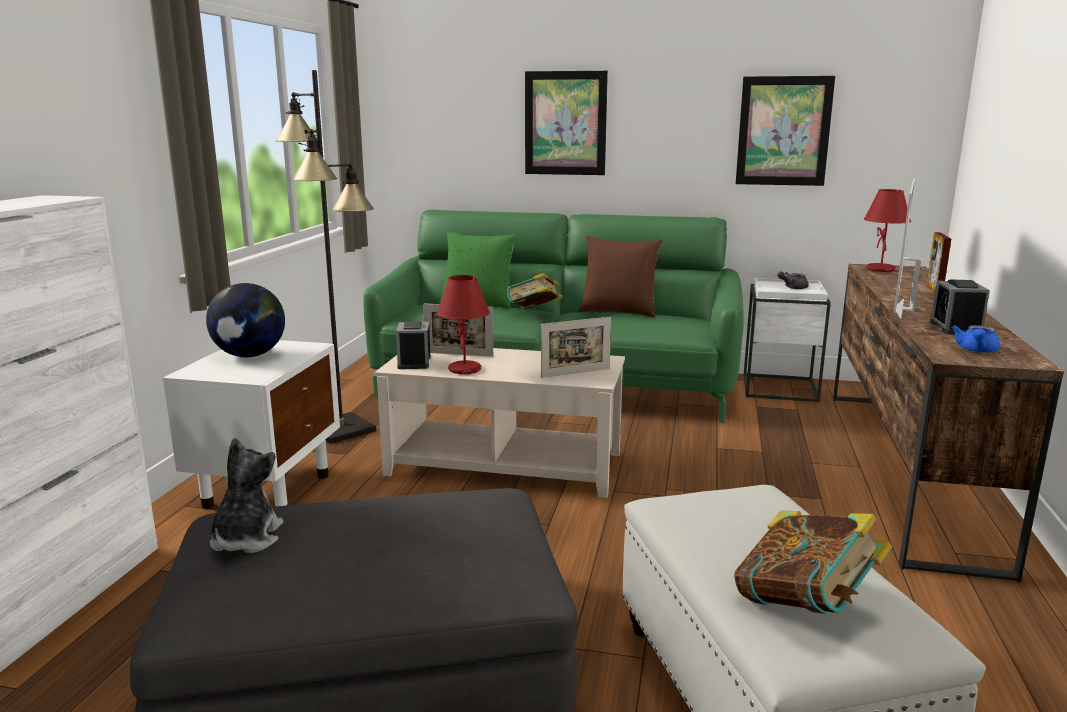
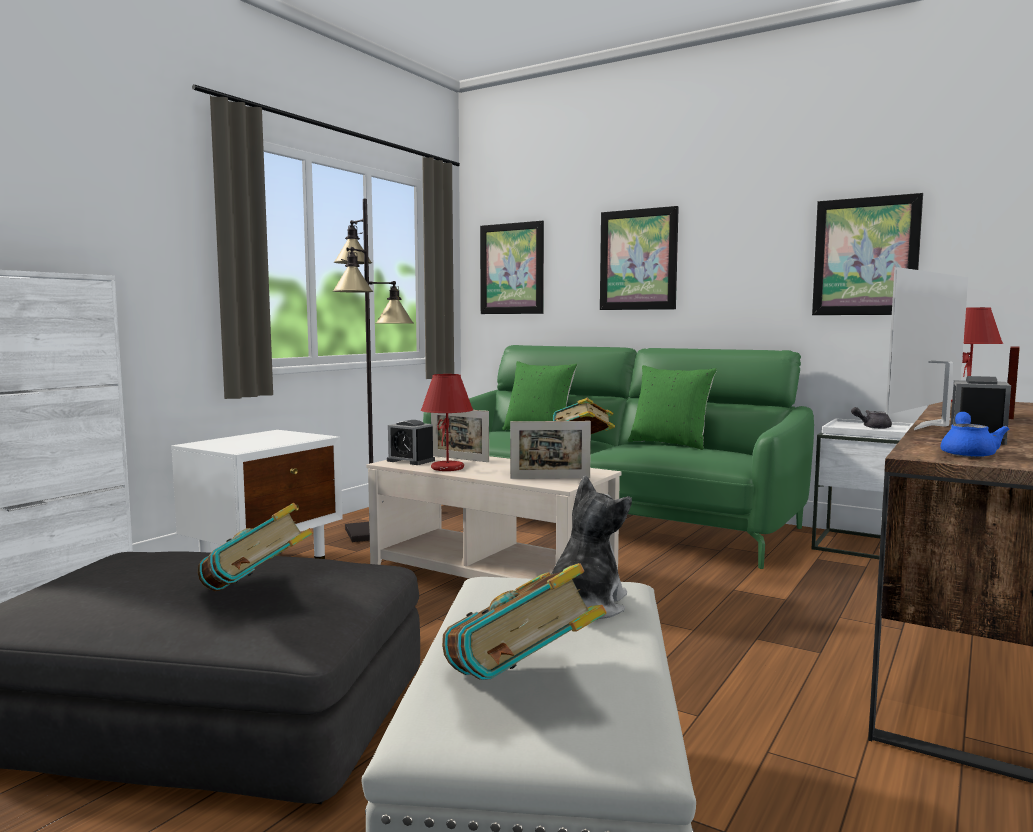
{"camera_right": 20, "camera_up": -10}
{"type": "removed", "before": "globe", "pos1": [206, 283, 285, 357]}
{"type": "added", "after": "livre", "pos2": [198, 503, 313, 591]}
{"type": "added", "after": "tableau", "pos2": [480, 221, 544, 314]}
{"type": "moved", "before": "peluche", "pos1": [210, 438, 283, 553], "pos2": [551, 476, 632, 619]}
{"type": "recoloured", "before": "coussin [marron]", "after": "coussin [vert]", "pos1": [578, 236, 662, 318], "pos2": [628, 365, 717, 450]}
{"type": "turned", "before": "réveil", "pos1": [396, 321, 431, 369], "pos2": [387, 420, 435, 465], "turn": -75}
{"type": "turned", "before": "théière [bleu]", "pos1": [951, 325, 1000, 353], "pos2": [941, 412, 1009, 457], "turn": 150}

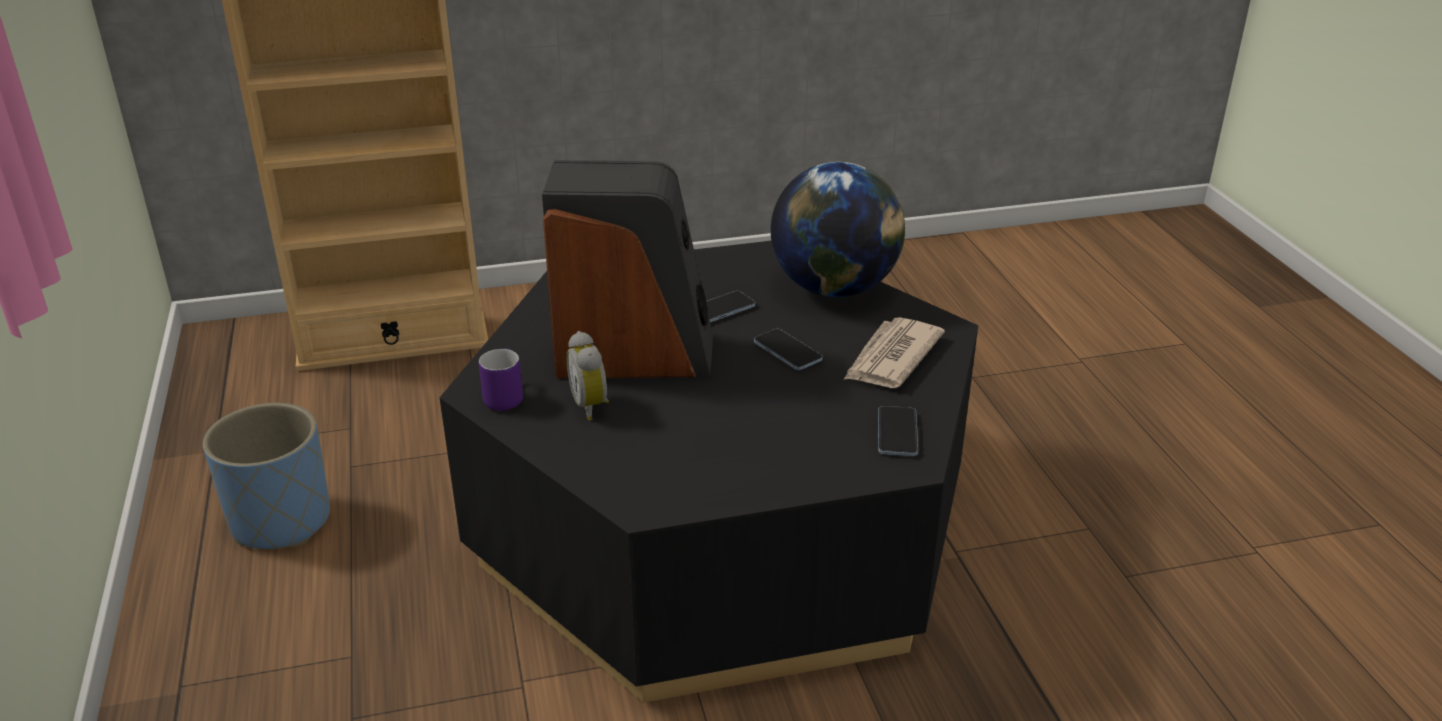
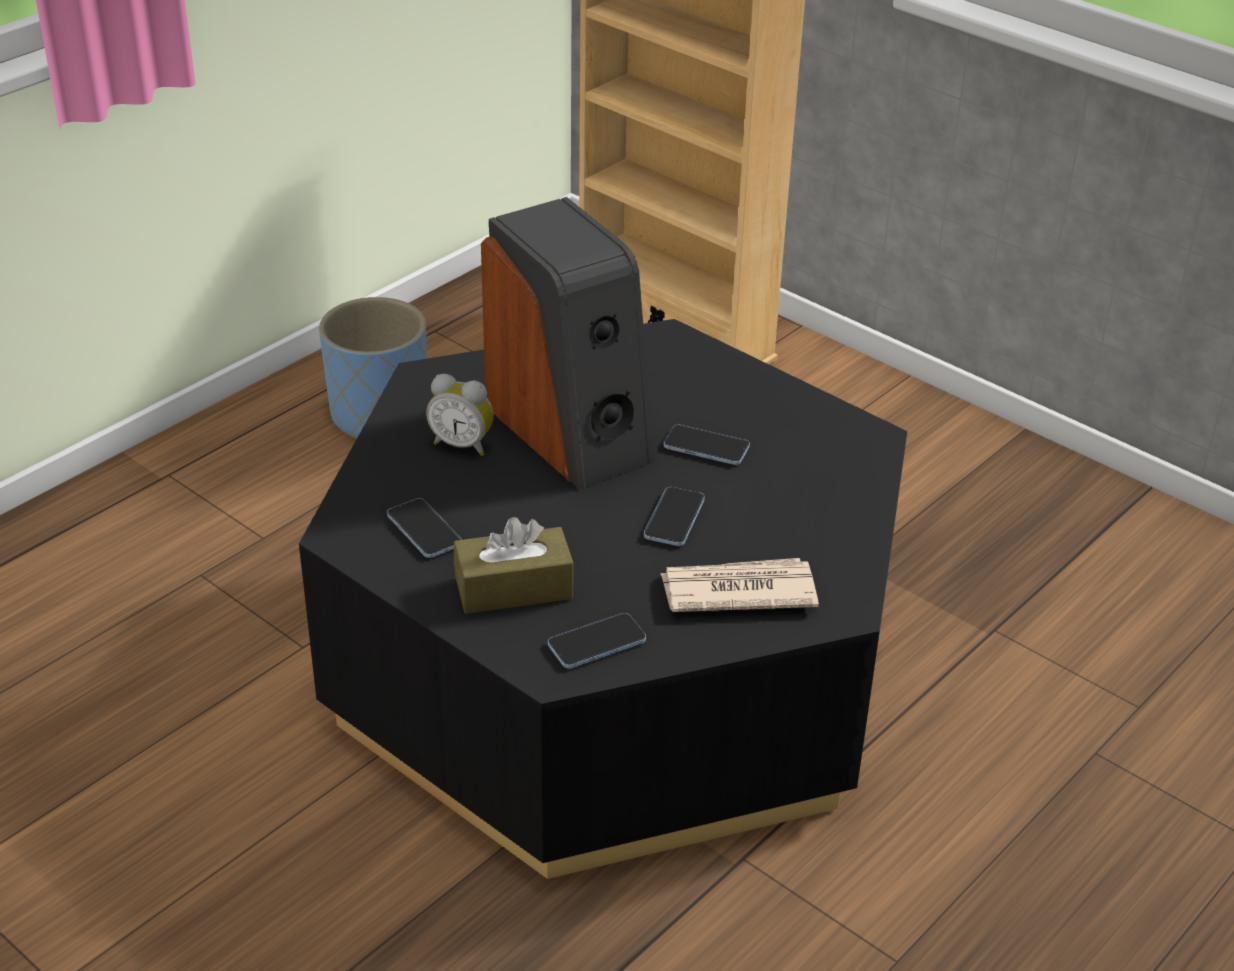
{"camera_right": 55, "camera_up": 5}
{"type": "removed", "before": "mug [violet]", "pos1": [479, 349, 523, 411]}
{"type": "removed", "before": "globe", "pos1": [771, 162, 905, 297]}
{"type": "added", "after": "téléphone", "pos2": [387, 498, 462, 558]}
{"type": "added", "after": "boîte à mouchoirs [marron]", "pos2": [454, 517, 574, 614]}
{"type": "turned", "before": "réveil", "pos1": [566, 331, 609, 420], "pos2": [426, 374, 494, 456], "turn": -105}

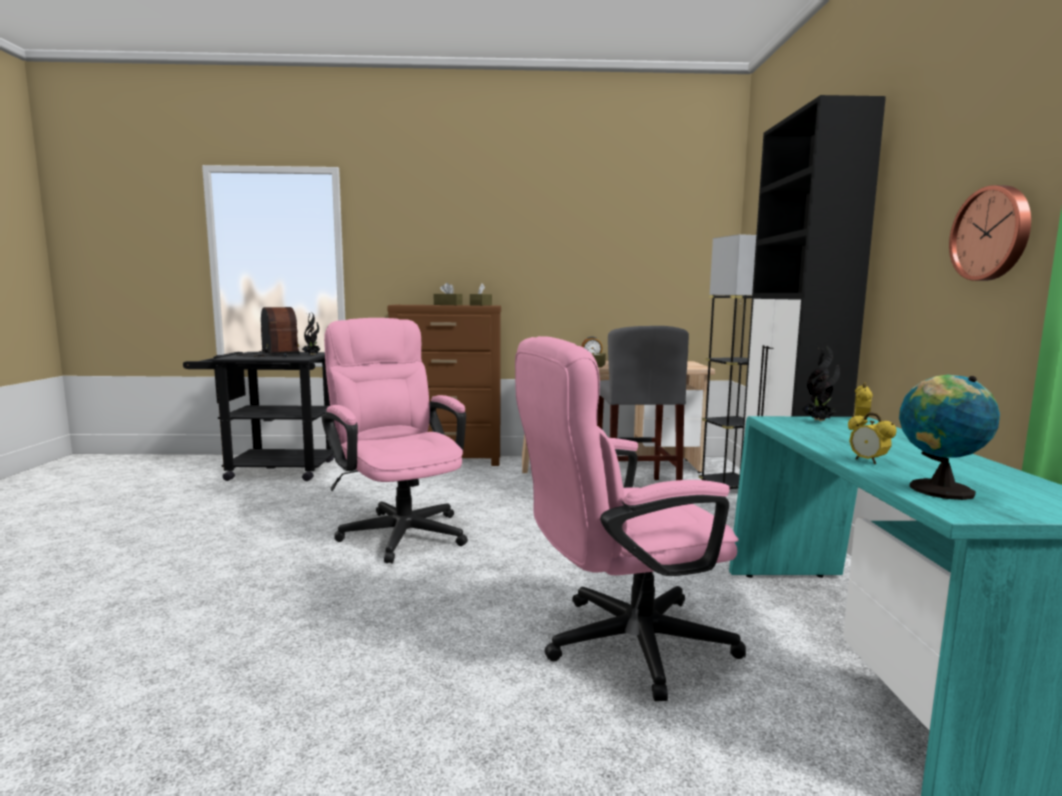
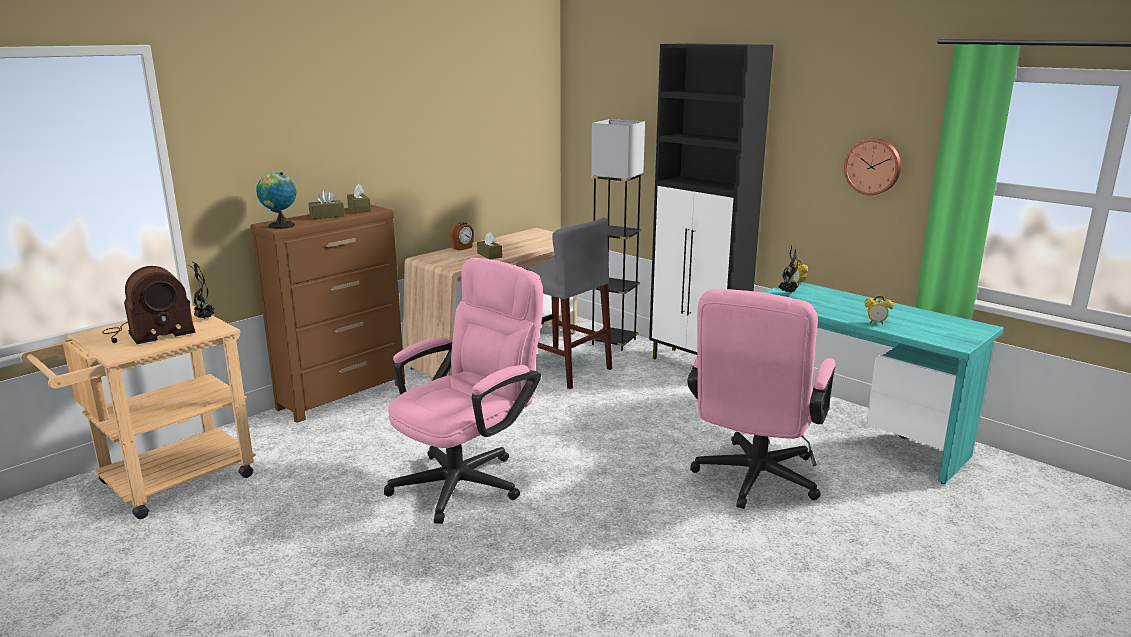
{"camera_right": -45, "camera_up": 10}
{"type": "moved", "before": "globe", "pos1": [899, 375, 1000, 500], "pos2": [256, 172, 296, 229]}
{"type": "recoloured", "before": "chariot [noir]", "after": "chariot [beige]", "pos1": [183, 352, 334, 481], "pos2": [20, 306, 256, 519]}
{"type": "turned", "before": "radio", "pos1": [237, 307, 300, 357], "pos2": [102, 266, 196, 344], "turn": 135}
{"type": "turned", "before": "chaise de bureau [rose]", "pos1": [322, 318, 468, 564], "pos2": [384, 257, 543, 524], "turn": 120}

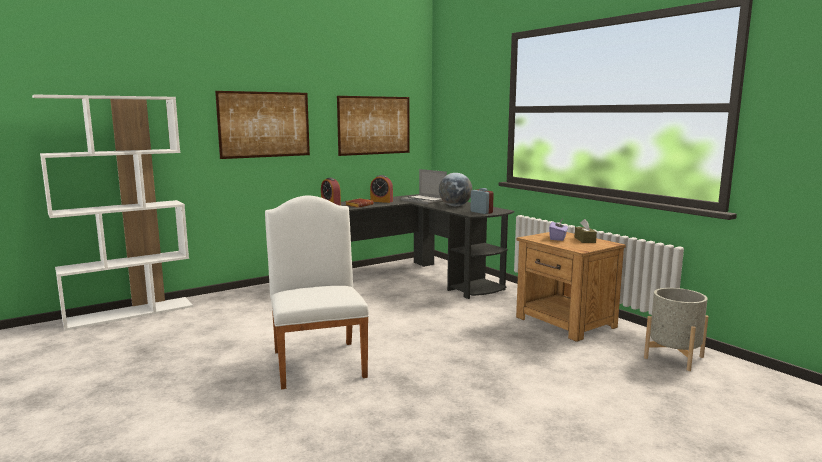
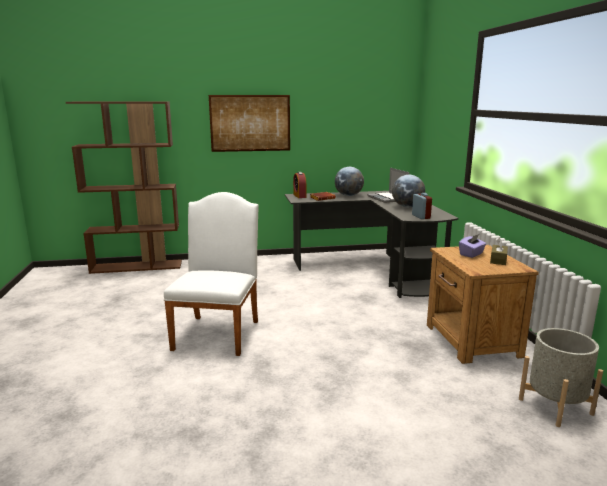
{"camera_right": 25, "camera_up": 5}
{"type": "removed", "before": "tableau", "pos1": [337, 96, 409, 156]}
{"type": "replaced", "before": "réveil", "after": "globe", "pos1": [370, 175, 393, 203], "pos2": [335, 167, 364, 196]}
{"type": "recoloured", "before": "bibliothèque [blanc]", "after": "bibliothèque [marron]", "pos1": [32, 94, 193, 331], "pos2": [66, 101, 182, 274]}

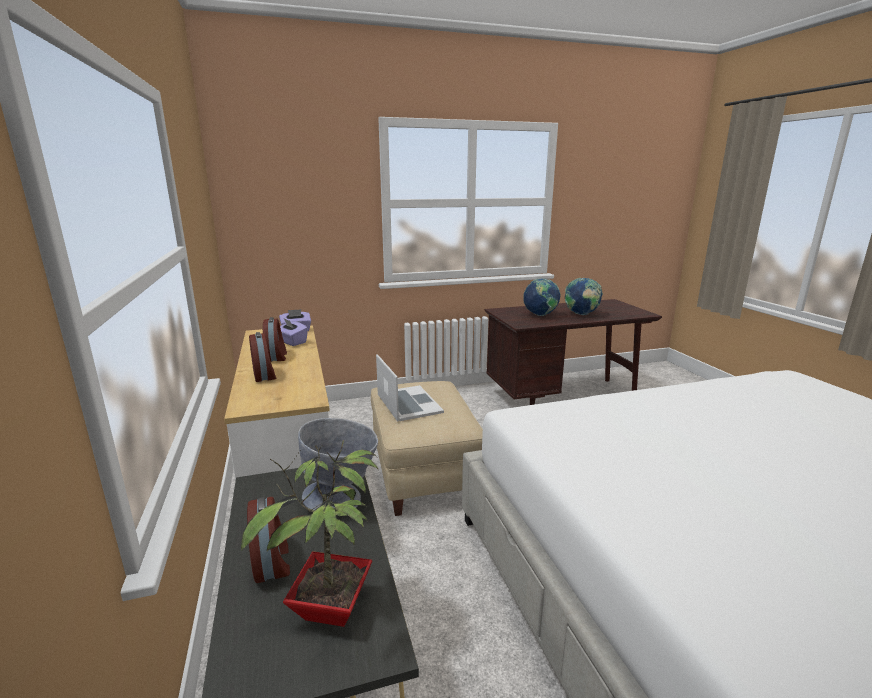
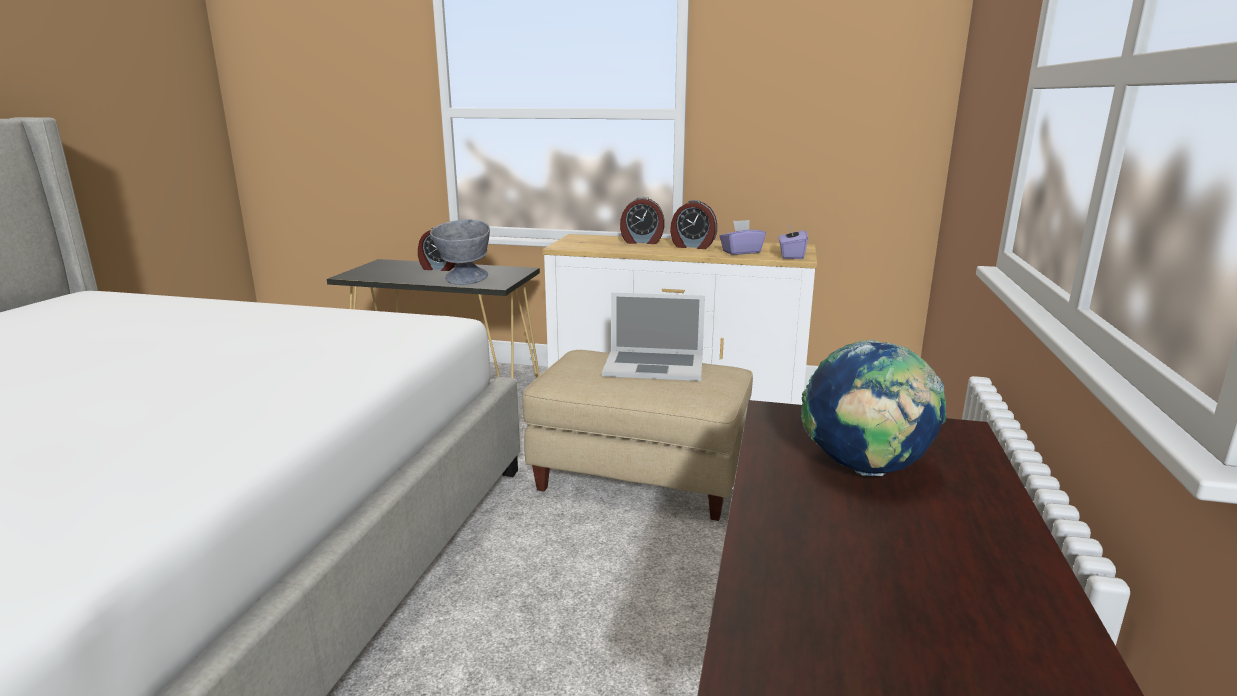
{"camera_right": 120, "camera_up": 0}
{"type": "removed", "before": "plante en pot", "pos1": [241, 440, 379, 627]}
{"type": "removed", "before": "globe", "pos1": [565, 278, 603, 315]}

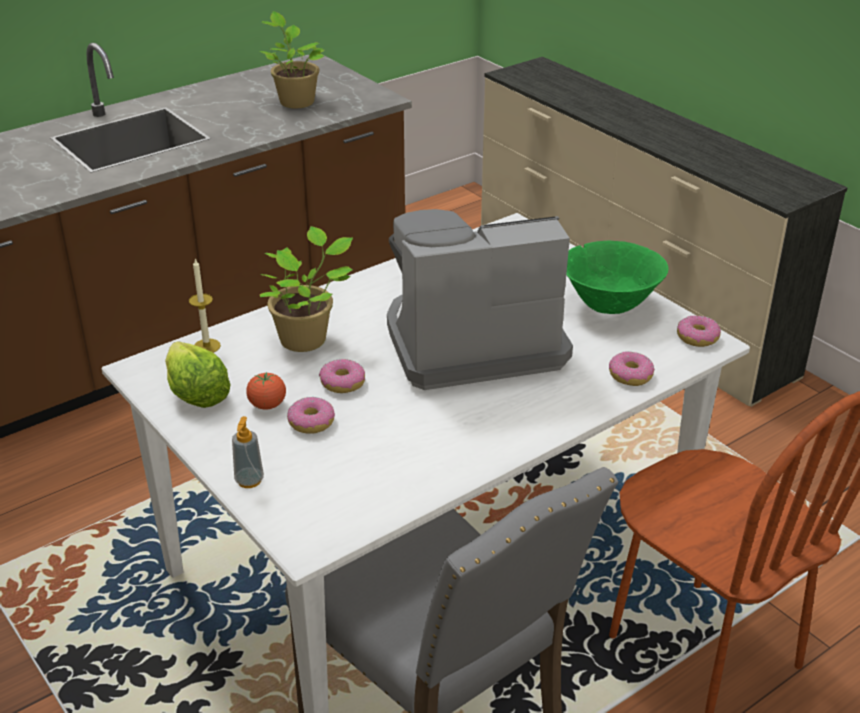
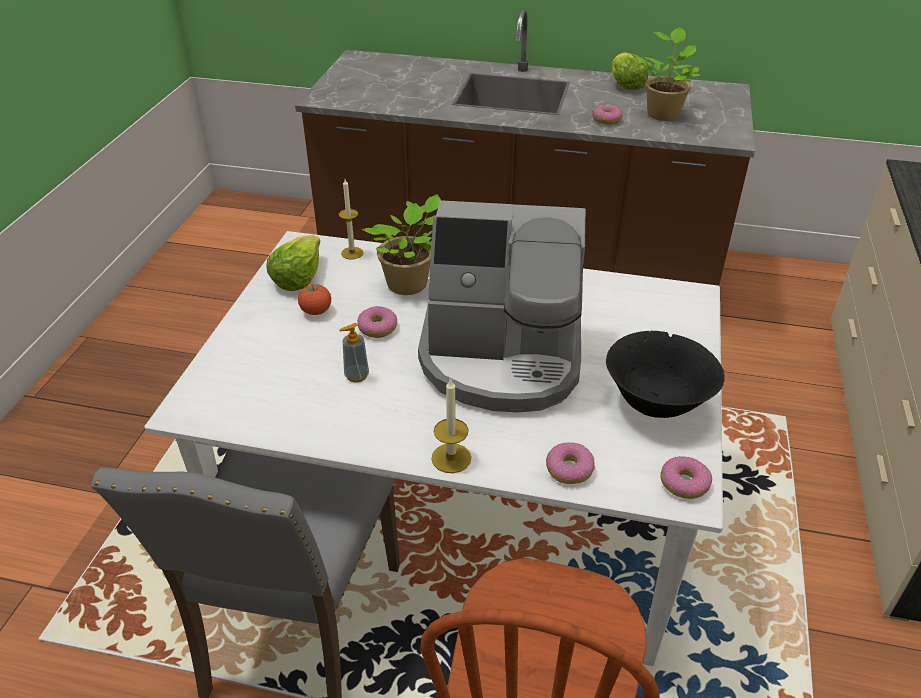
{"camera_right": 50, "camera_up": 5}
{"type": "added", "after": "bougie", "pos2": [431, 378, 471, 473]}
{"type": "added", "after": "laitue", "pos2": [612, 52, 649, 90]}
{"type": "moved", "before": "distributeur de savon", "pos1": [232, 416, 264, 488], "pos2": [339, 323, 369, 383]}
{"type": "moved", "before": "beignet", "pos1": [287, 397, 335, 434], "pos2": [592, 104, 623, 124]}
{"type": "recoloured", "before": "bol [vert]", "after": "bol [noir]", "pos1": [566, 240, 668, 314], "pos2": [606, 331, 725, 418]}
{"type": "turned", "before": "machine à café", "pos1": [387, 209, 573, 390], "pos2": [418, 200, 586, 412], "turn": 150}

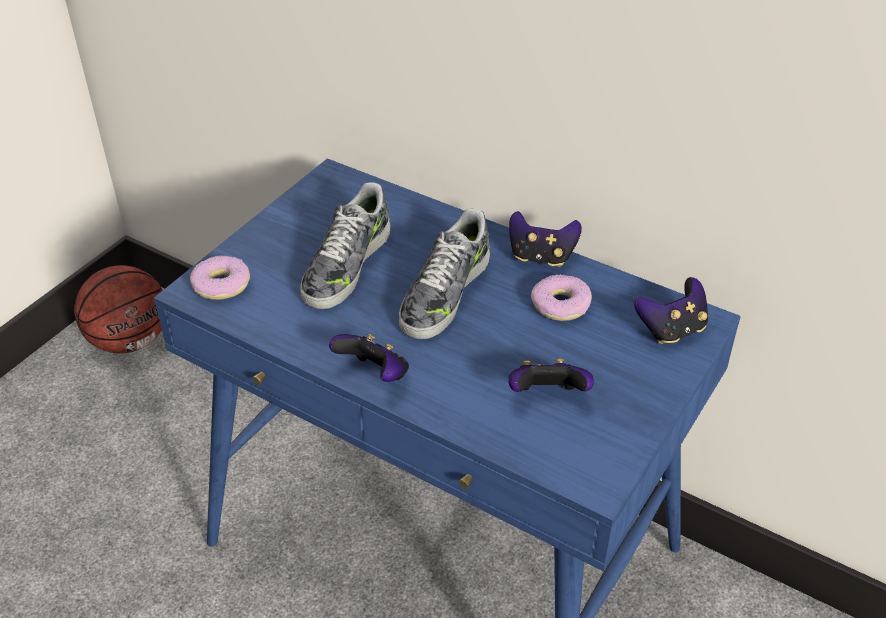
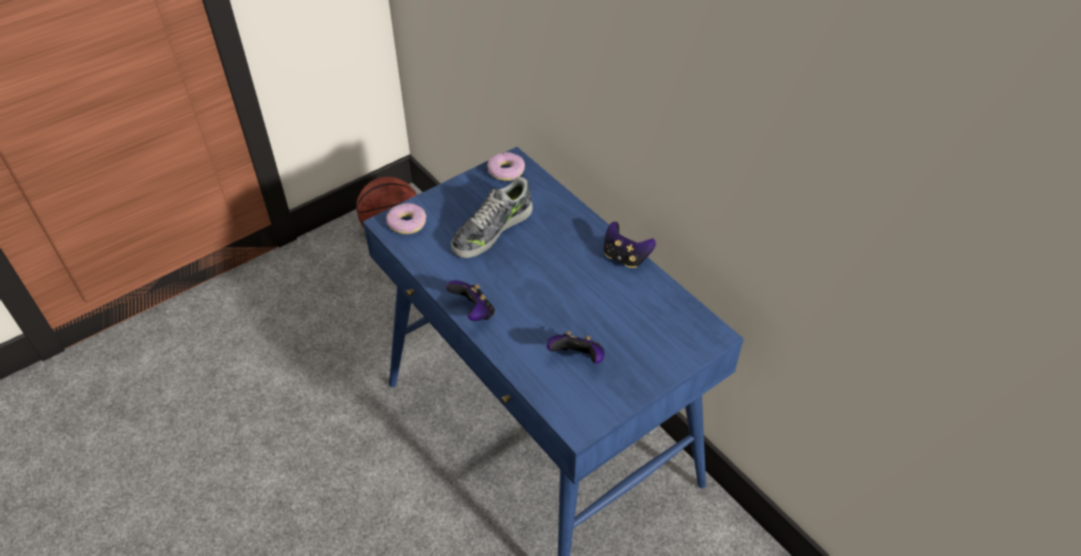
{"camera_right": 20, "camera_up": 5}
{"type": "removed", "before": "chaussure", "pos1": [399, 208, 490, 339]}
{"type": "removed", "before": "manette", "pos1": [634, 277, 708, 344]}
{"type": "moved", "before": "beignet", "pos1": [531, 274, 592, 321], "pos2": [487, 152, 525, 181]}

